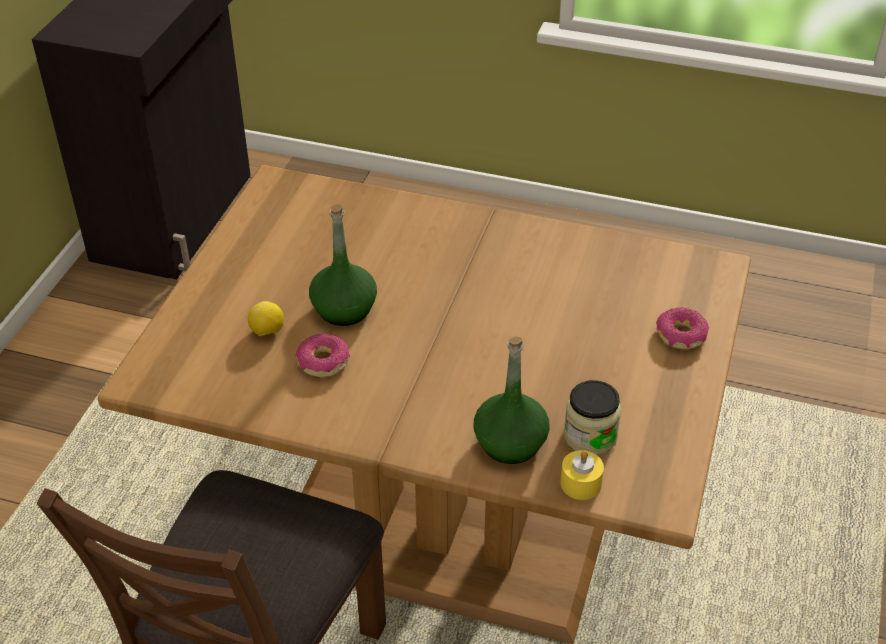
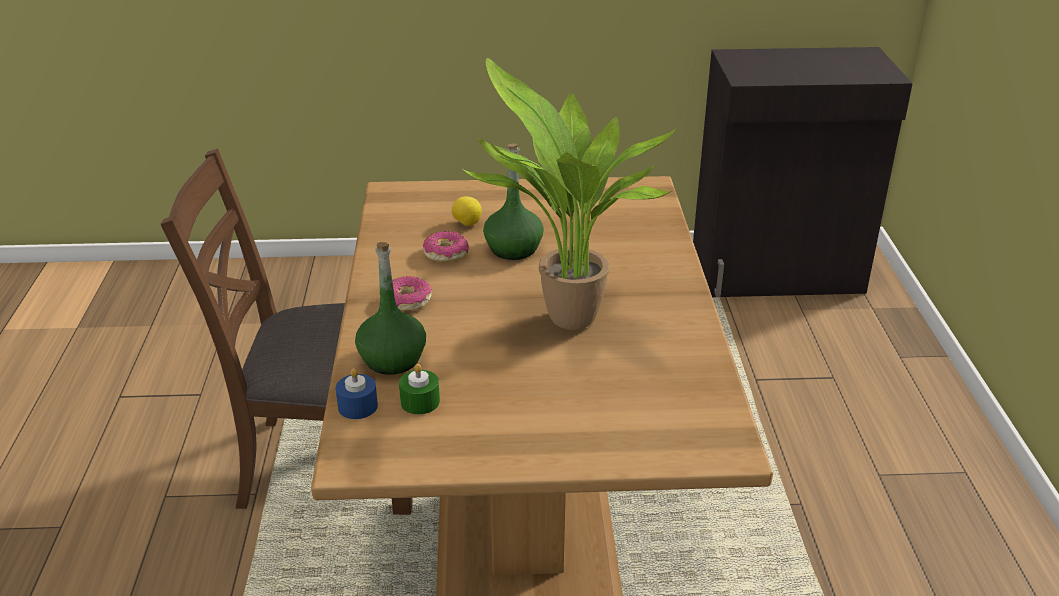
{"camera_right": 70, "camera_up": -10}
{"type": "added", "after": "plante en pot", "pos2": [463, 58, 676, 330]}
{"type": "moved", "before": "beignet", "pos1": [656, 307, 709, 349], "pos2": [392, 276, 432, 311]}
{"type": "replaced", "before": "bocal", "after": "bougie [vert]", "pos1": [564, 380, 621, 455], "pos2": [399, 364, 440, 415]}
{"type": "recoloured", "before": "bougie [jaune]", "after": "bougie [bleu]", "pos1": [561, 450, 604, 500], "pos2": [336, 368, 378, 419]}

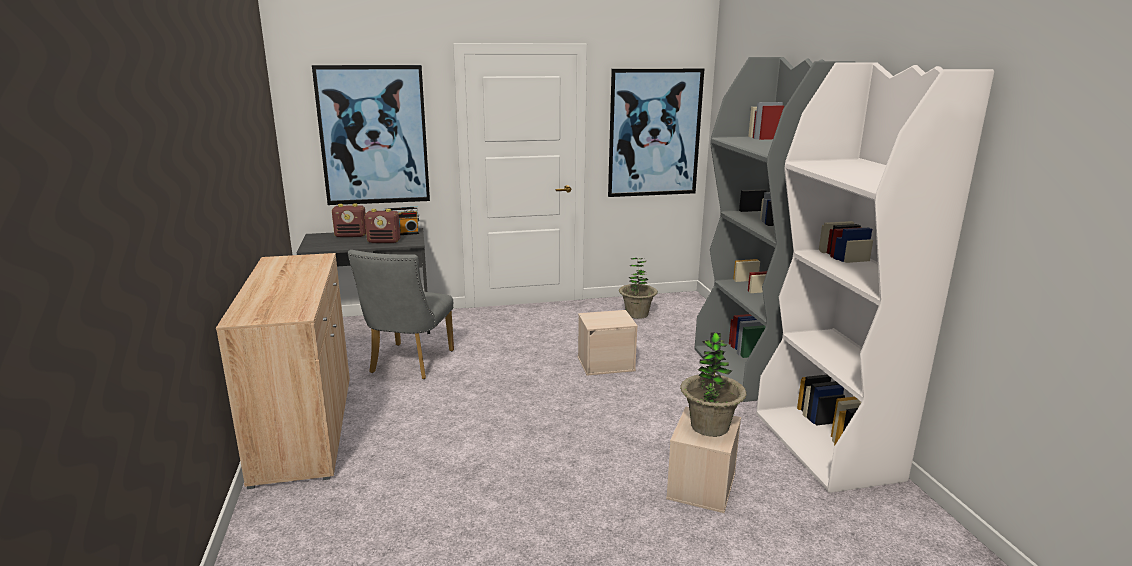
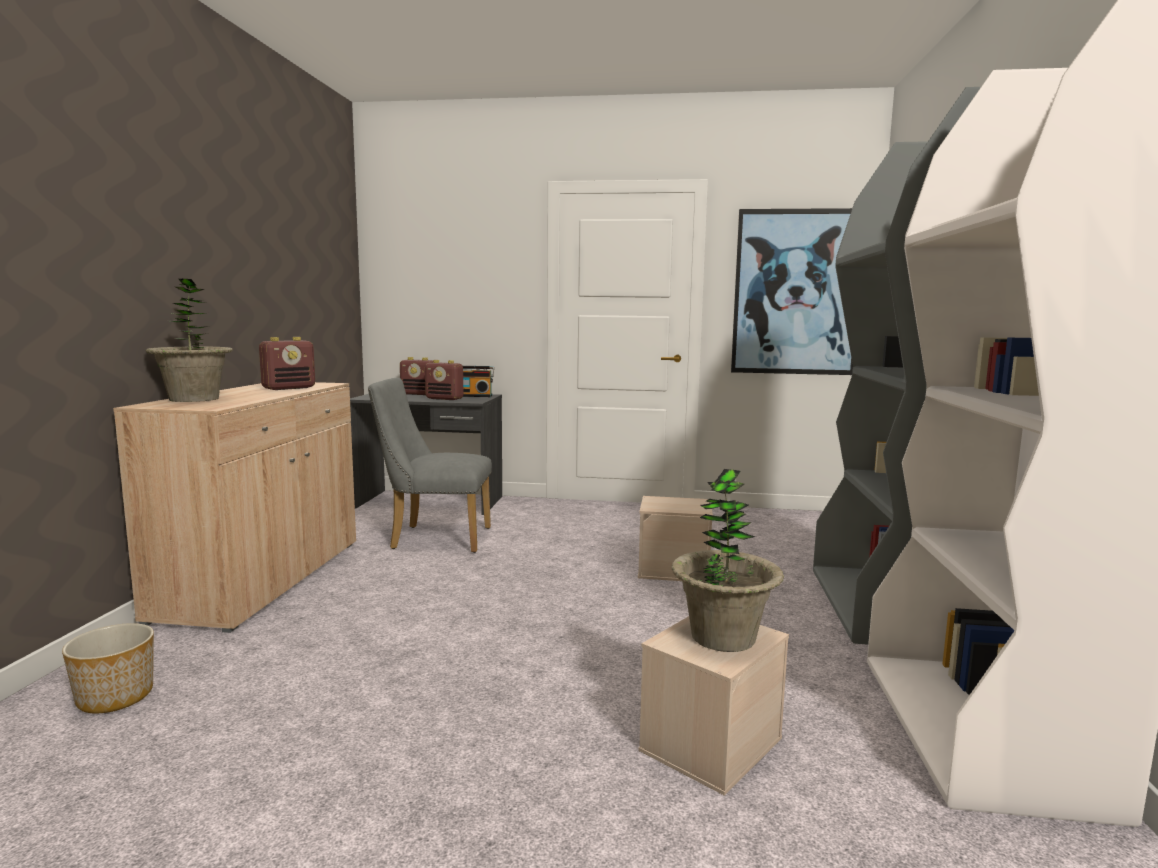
{"camera_right": 20, "camera_up": -10}
{"type": "removed", "before": "tableau", "pos1": [312, 65, 430, 205]}
{"type": "added", "after": "cache-pot", "pos2": [62, 623, 154, 714]}
{"type": "added", "after": "radio", "pos2": [259, 337, 315, 390]}
{"type": "moved", "before": "plante en pot", "pos1": [619, 258, 658, 319], "pos2": [146, 279, 233, 402]}
{"type": "turned", "before": "chaise [gris]", "pos1": [348, 250, 454, 379], "pos2": [368, 378, 492, 553], "turn": 60}

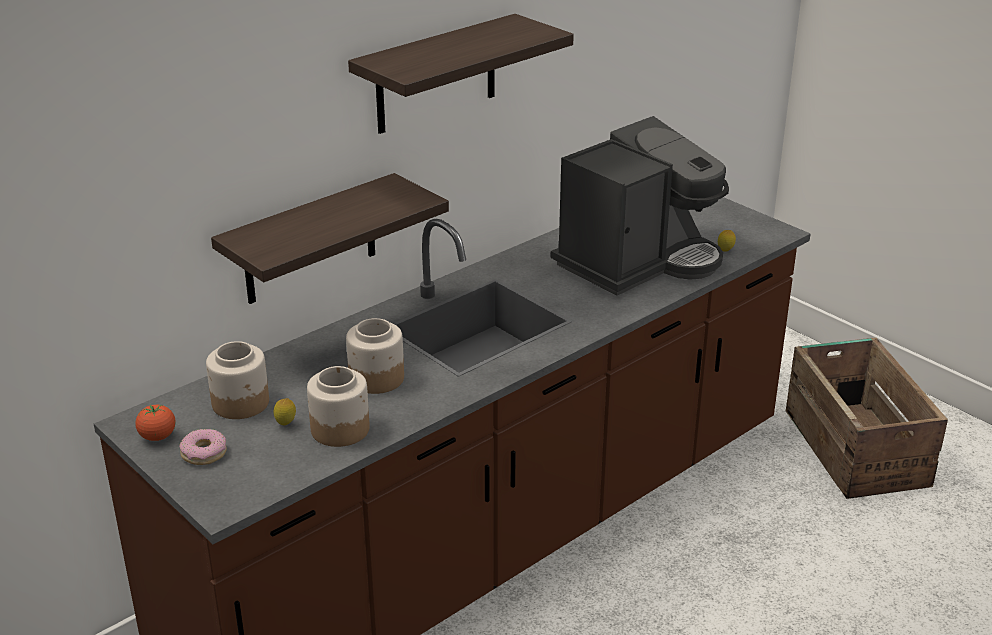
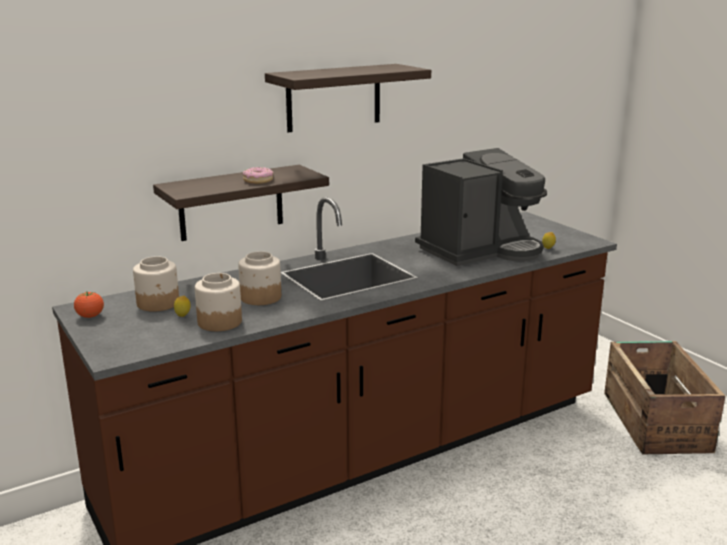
{"camera_right": 10, "camera_up": -10}
{"type": "moved", "before": "beignet", "pos1": [179, 429, 227, 465], "pos2": [243, 167, 273, 184]}

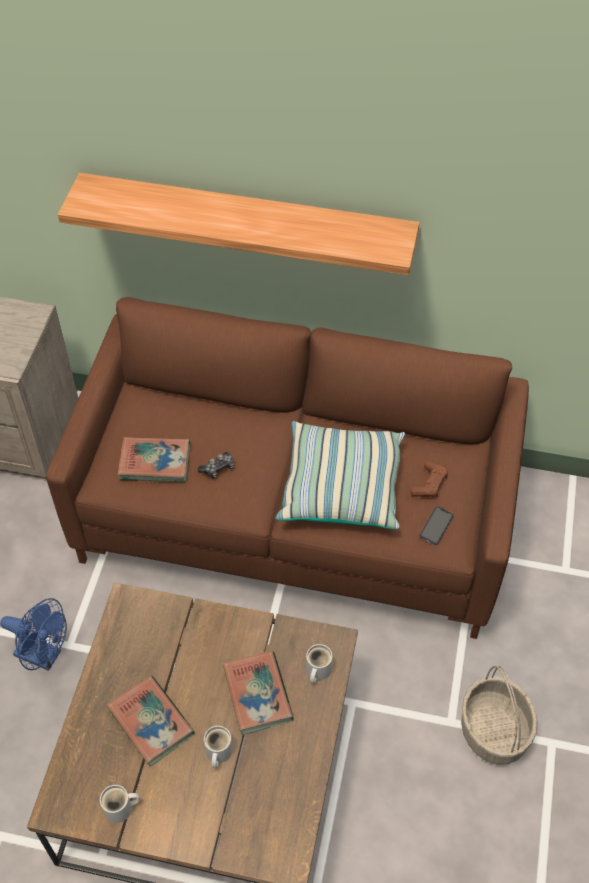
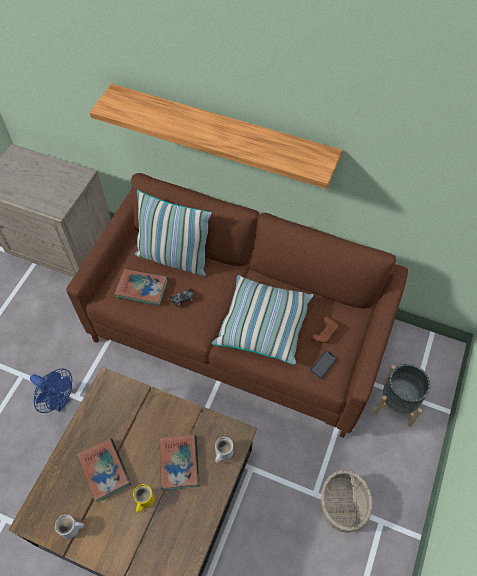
{"camera_right": 10, "camera_up": 5}
{"type": "added", "after": "coussin", "pos2": [135, 190, 212, 276]}
{"type": "added", "after": "cache-pot [gris]", "pos2": [374, 364, 431, 427]}
{"type": "recoloured", "before": "mug [blanc]", "after": "mug [jaune]", "pos1": [204, 726, 233, 768], "pos2": [133, 484, 155, 513]}

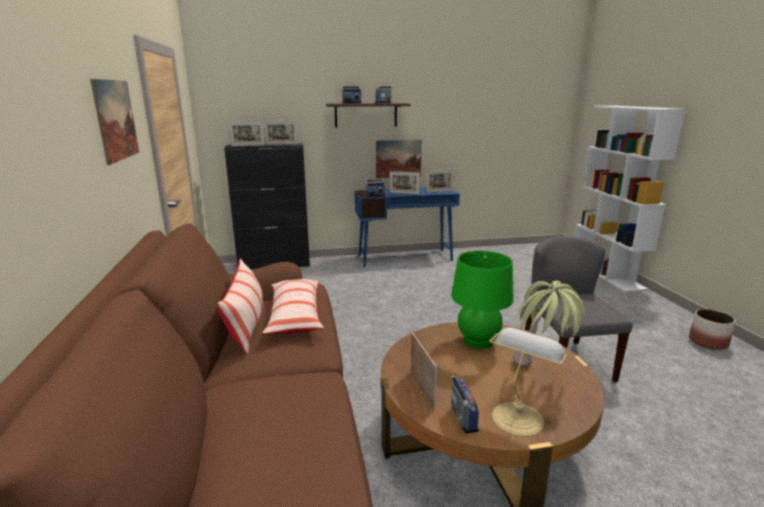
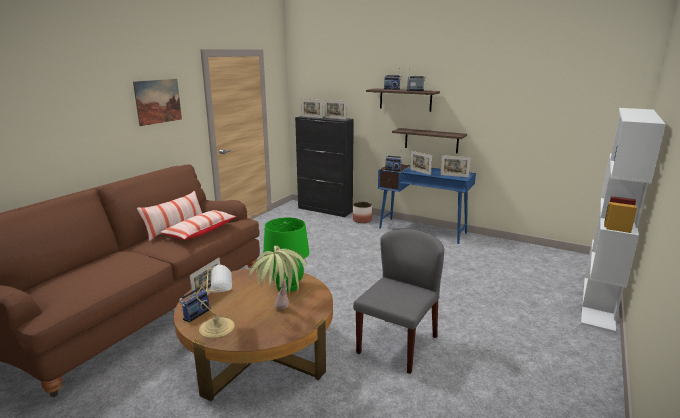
{"camera_right": 40, "camera_up": 0}
{"type": "moved", "before": "cache-pot", "pos1": [689, 309, 736, 350], "pos2": [353, 202, 372, 223]}
{"type": "replaced", "before": "tableau", "after": "étagère", "pos1": [376, 140, 422, 178], "pos2": [392, 128, 467, 153]}

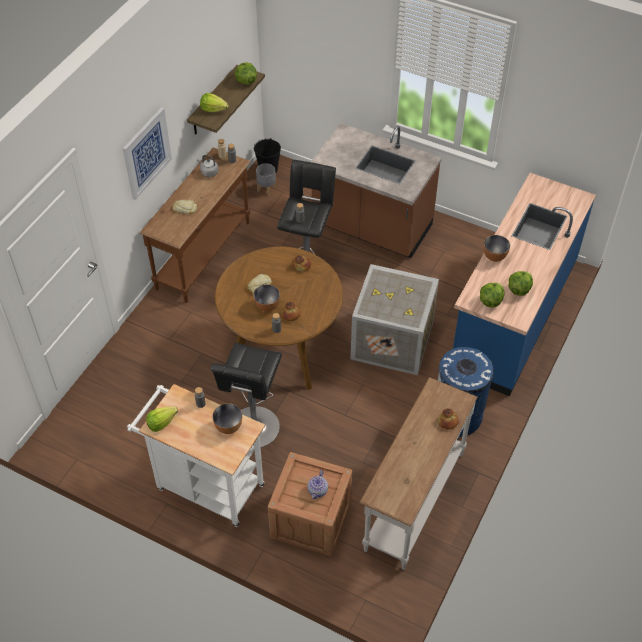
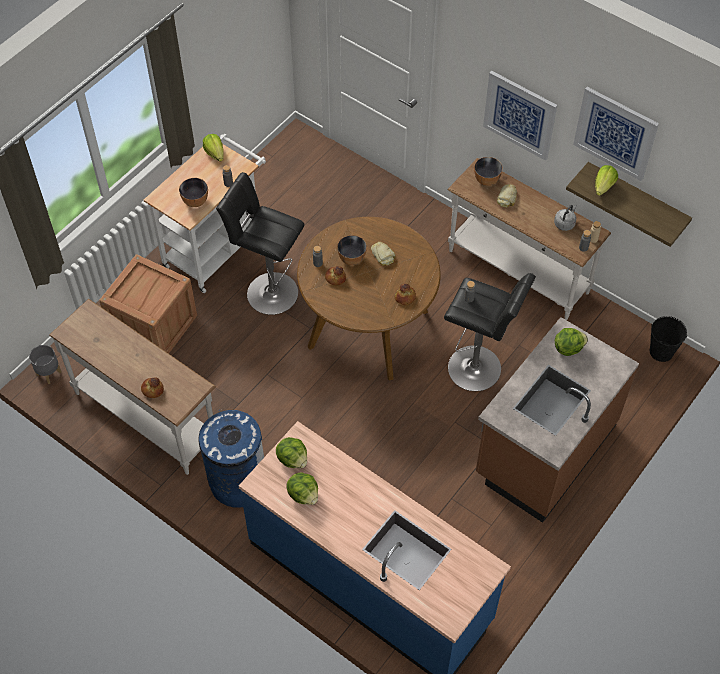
{"camera_right": 100, "camera_up": 5}
{"type": "removed", "before": "théière", "pos1": [307, 470, 328, 499]}
{"type": "removed", "before": "caisse", "pos1": [350, 264, 439, 375]}
{"type": "added", "after": "tableau", "pos2": [573, 87, 659, 181]}
{"type": "moved", "before": "laitue", "pos1": [235, 62, 257, 85], "pos2": [555, 328, 588, 356]}
{"type": "moved", "before": "cache-pot [gris]", "pos1": [256, 163, 276, 195], "pos2": [29, 345, 61, 384]}
{"type": "moved", "before": "bol", "pos1": [484, 235, 510, 262], "pos2": [474, 157, 503, 186]}
{"type": "recoloured", "before": "table console [marron]", "after": "table console [blanc]", "pos1": [140, 147, 251, 303], "pos2": [447, 158, 611, 320]}

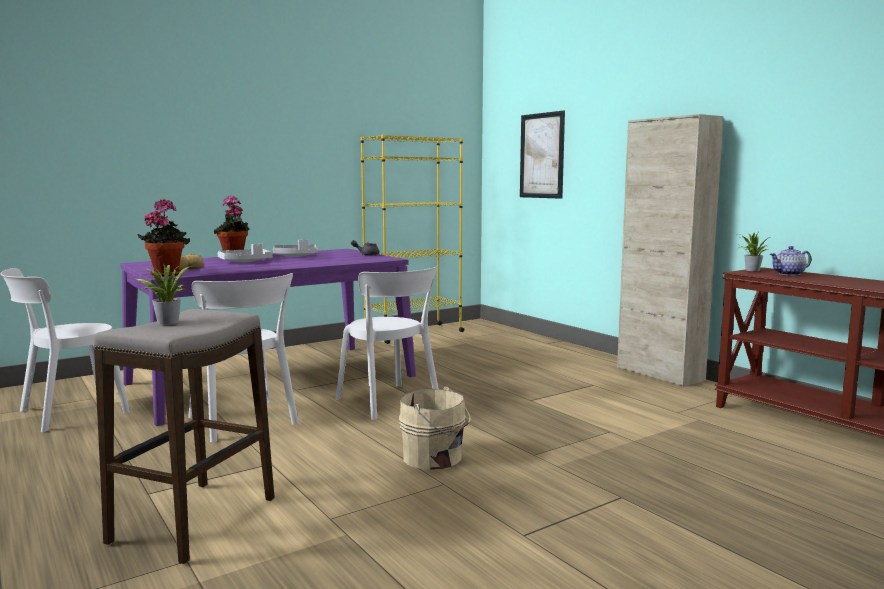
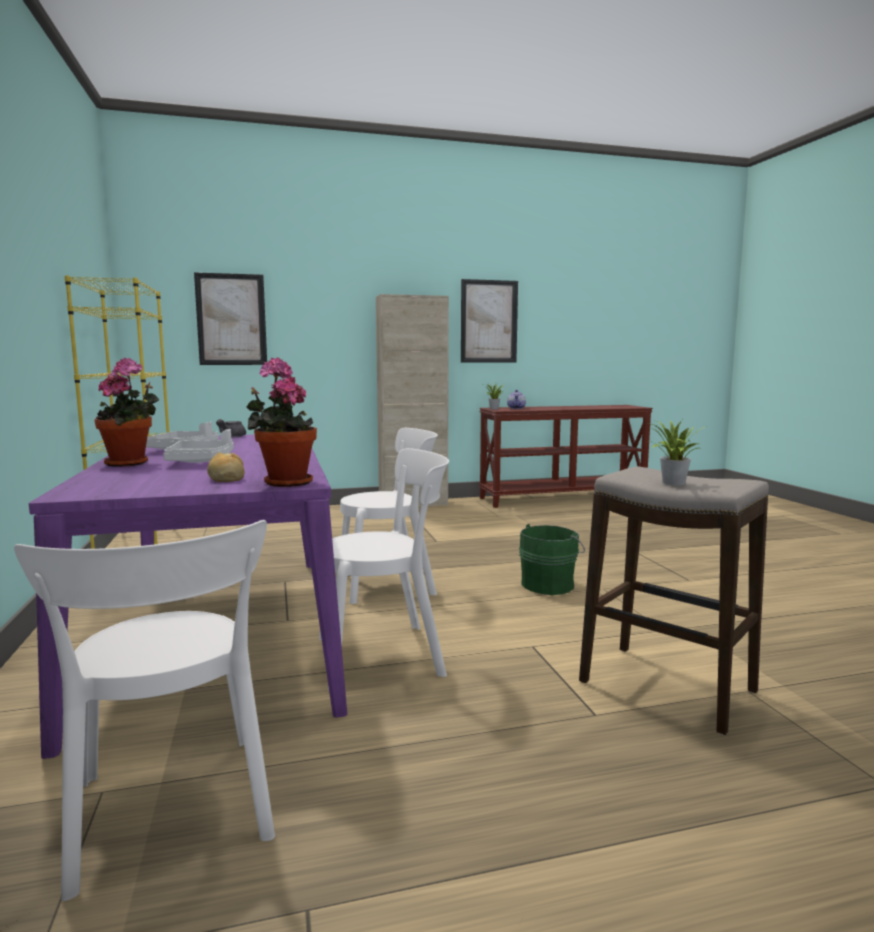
{"camera_right": -70, "camera_up": 0}
{"type": "added", "after": "tableau", "pos2": [461, 279, 518, 363]}
{"type": "recoloured", "before": "seau [beige]", "after": "seau [vert]", "pos1": [399, 386, 471, 470], "pos2": [519, 524, 585, 595]}

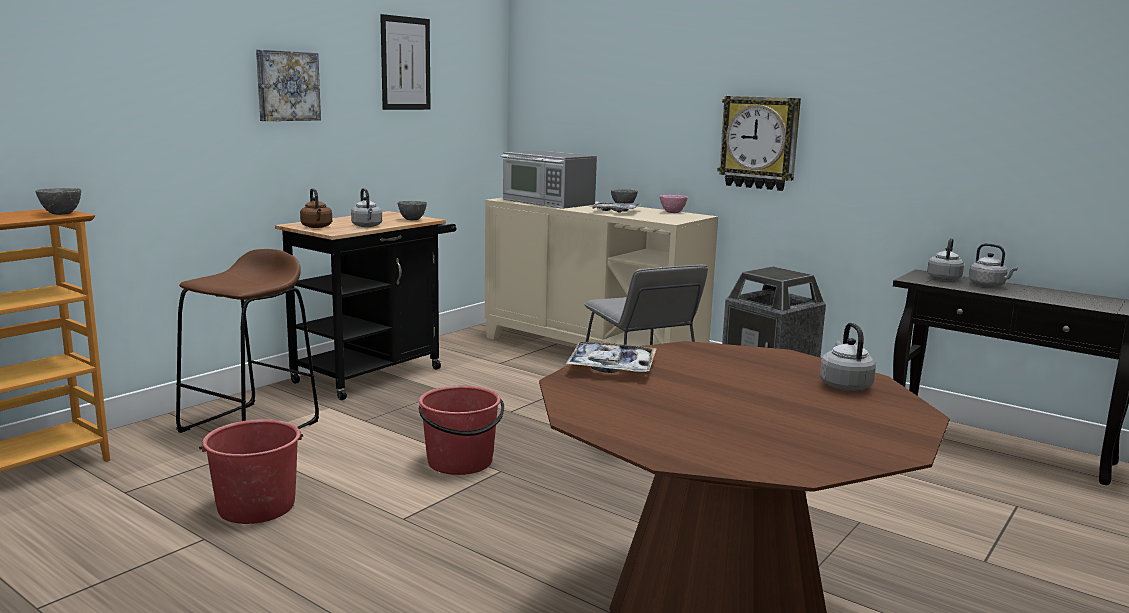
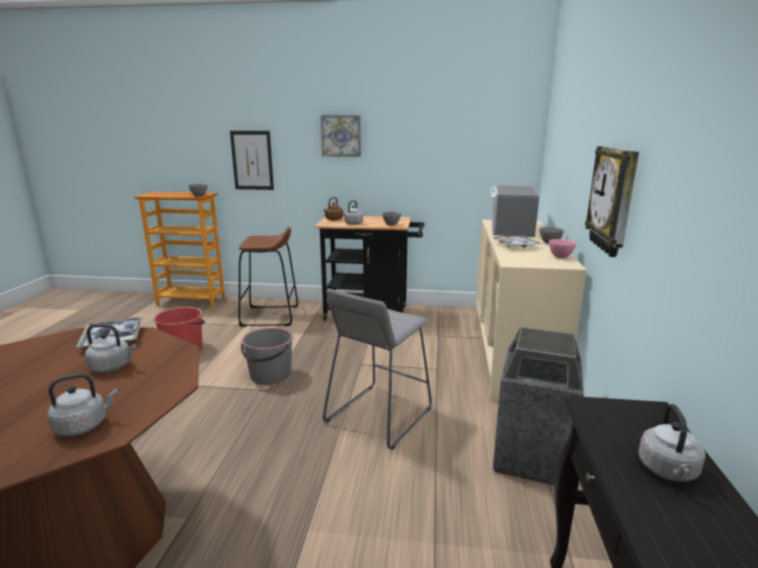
{"camera_right": 60, "camera_up": 5}
{"type": "moved", "before": "tableau", "pos1": [380, 14, 431, 110], "pos2": [230, 131, 274, 190]}
{"type": "moved", "before": "bouilloire [gris]", "pos1": [927, 238, 964, 280], "pos2": [85, 324, 136, 373]}
{"type": "recoloured", "before": "seau [rouge]", "after": "seau [gris]", "pos1": [418, 386, 504, 475], "pos2": [241, 327, 293, 385]}

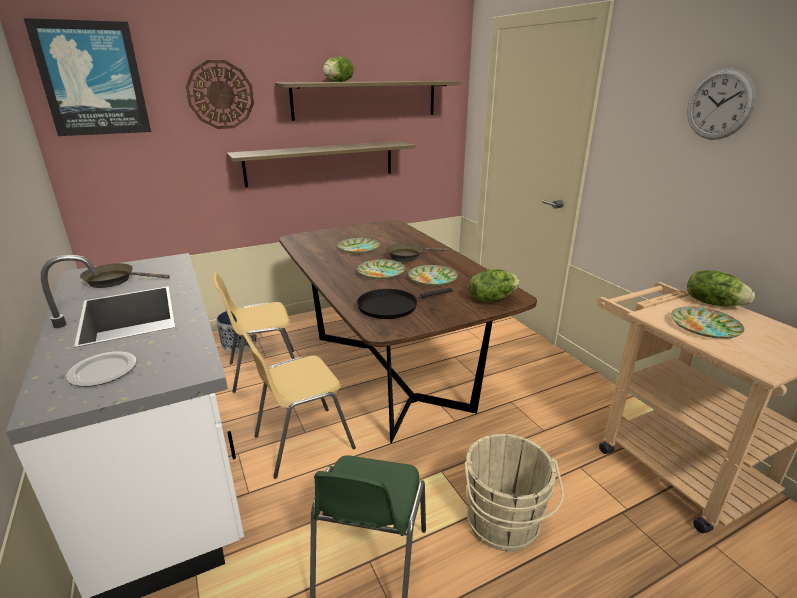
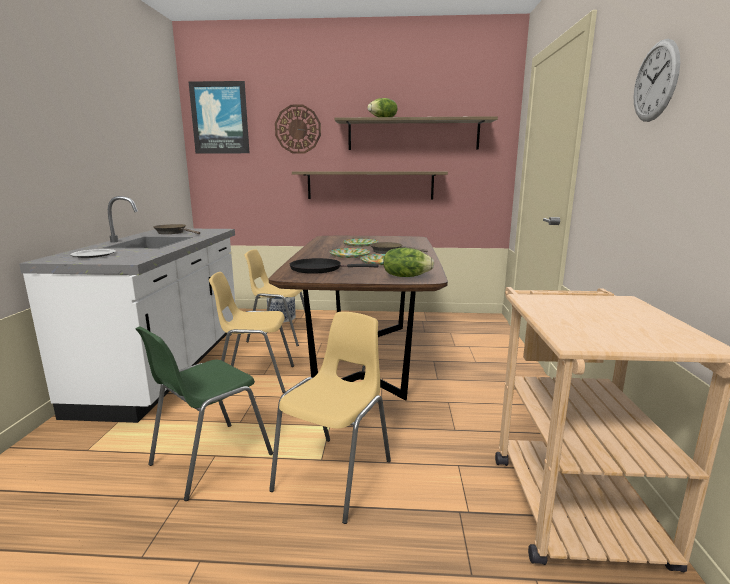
{"camera_right": 30, "camera_up": -10}
{"type": "removed", "before": "assiette", "pos1": [671, 307, 744, 339]}
{"type": "removed", "before": "laitue", "pos1": [687, 270, 755, 306]}
{"type": "replaced", "before": "seau [beige]", "after": "chaise [jaune]", "pos1": [465, 434, 564, 552], "pos2": [269, 312, 391, 524]}

